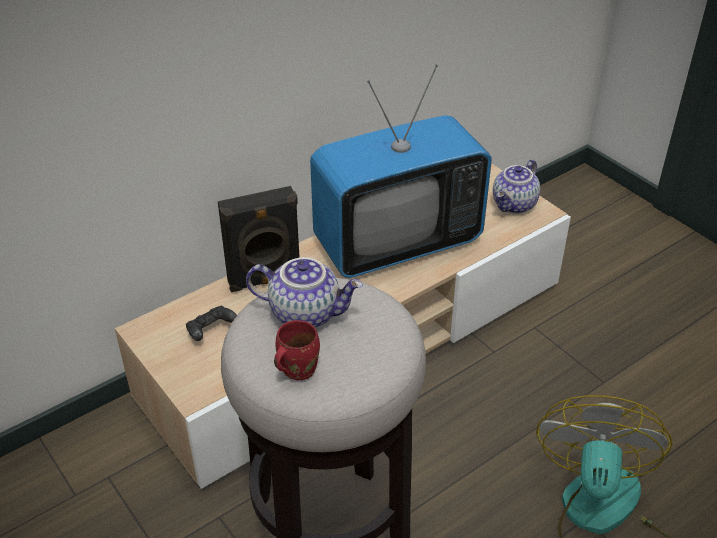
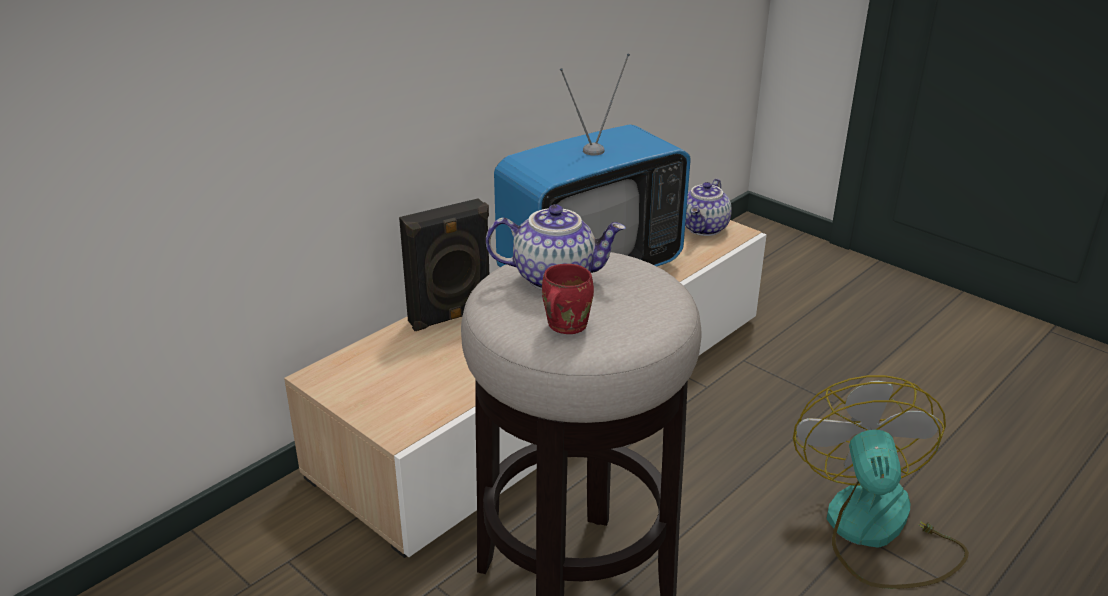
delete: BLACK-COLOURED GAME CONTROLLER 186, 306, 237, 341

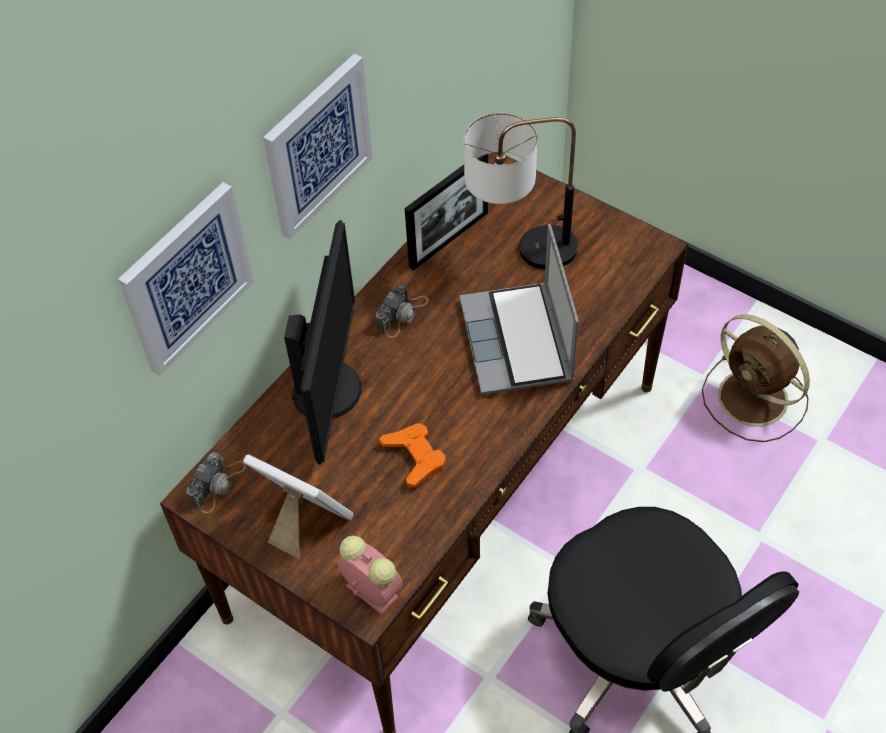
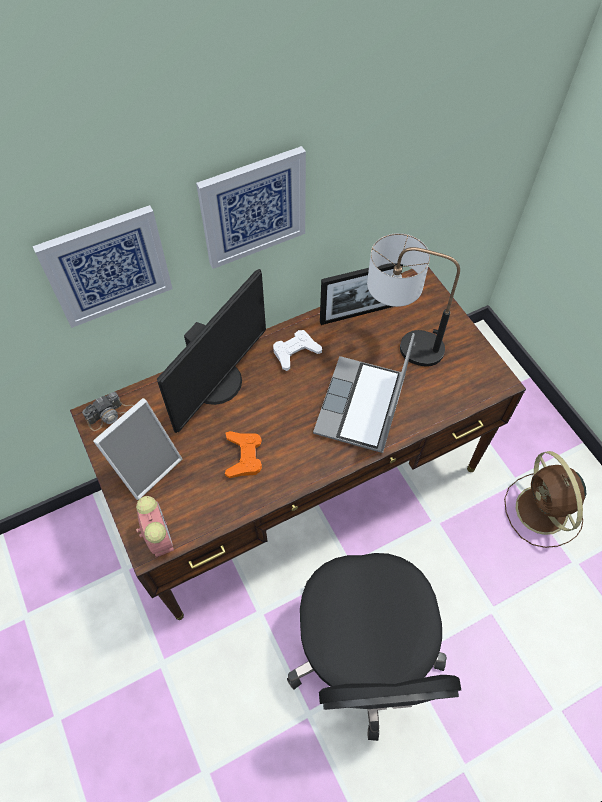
replace: STILL CAMERA 376, 284, 429, 338 to WHITE-COLOURED GAME CONTROLLER 273, 330, 322, 371
rotate: STANDING FRAME 243, 455, 353, 559 = 93, 398, 182, 500 75 degrees clockwise

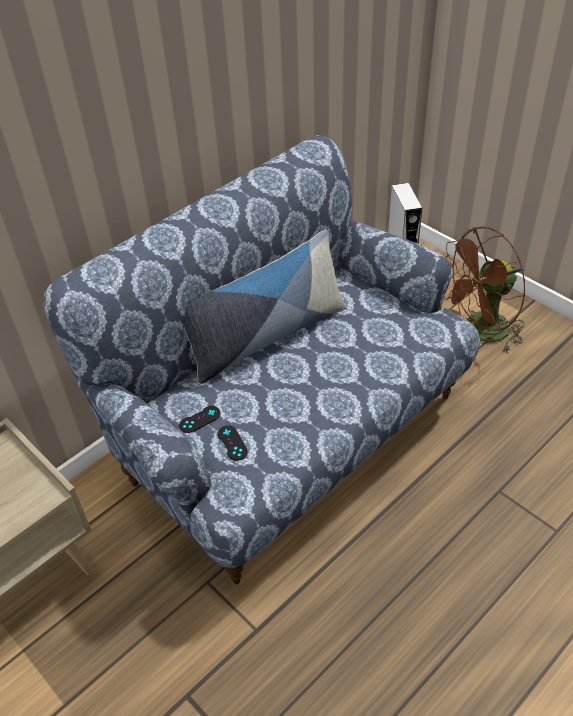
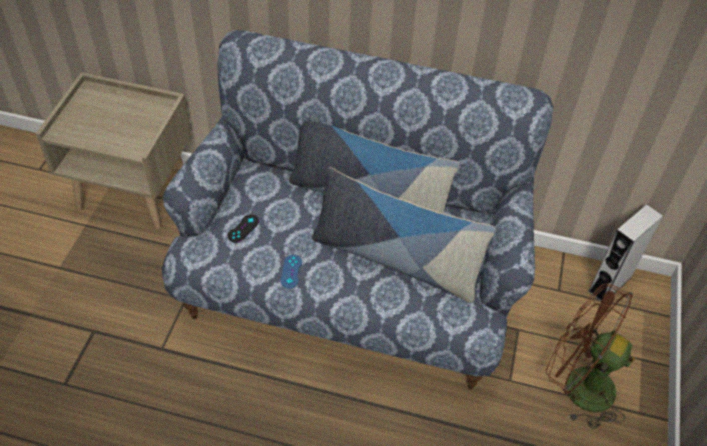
delete: BLACK-COLOURED GAME CONTROLLER 179, 406, 221, 433
insert: BLUE GAME CONTROLLER 281, 255, 302, 288; CUSHION 312, 167, 496, 303

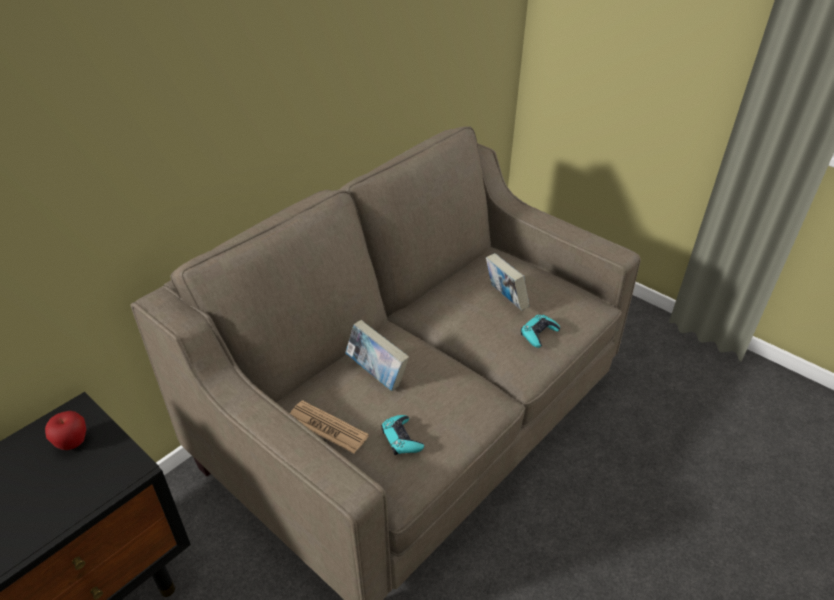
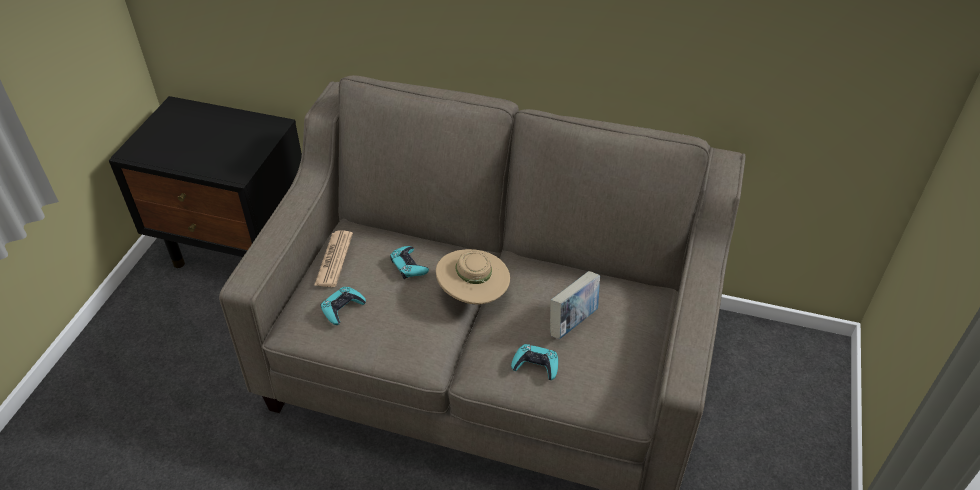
delete: APPLE 45, 411, 86, 450
insert: SAND-COLOURED CLOTHING HAT 436, 249, 510, 305
replace: VOLUME 346, 320, 409, 391 to TURQUOISE-COLOURED GAME CONTROLLER 390, 246, 429, 279

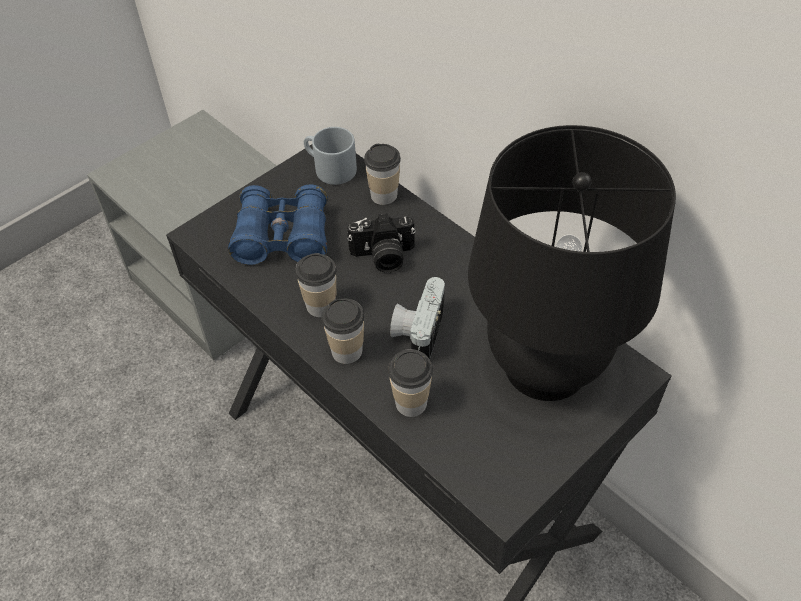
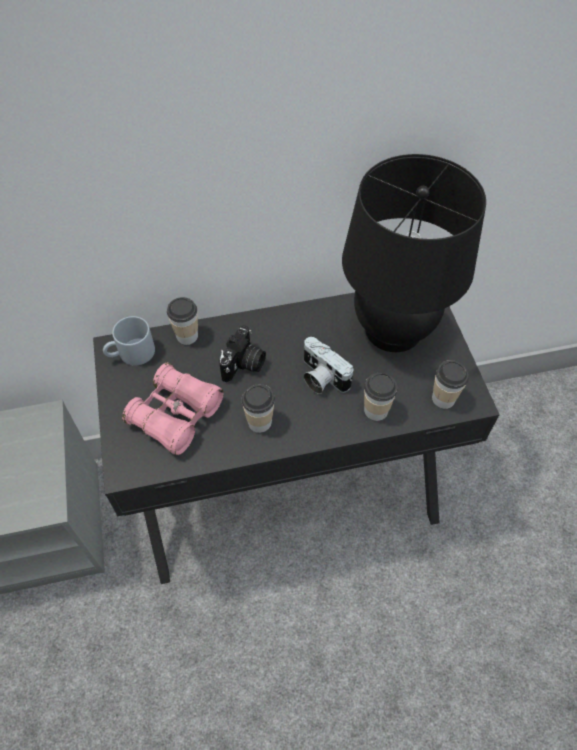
move: DRINKING CUP 322, 299, 365, 364 to 432, 360, 469, 409
recolor: BLUE BINOCULARS 228, 185, 328, 265 to PINK-COLOURED BINOCULARS 122, 363, 224, 455

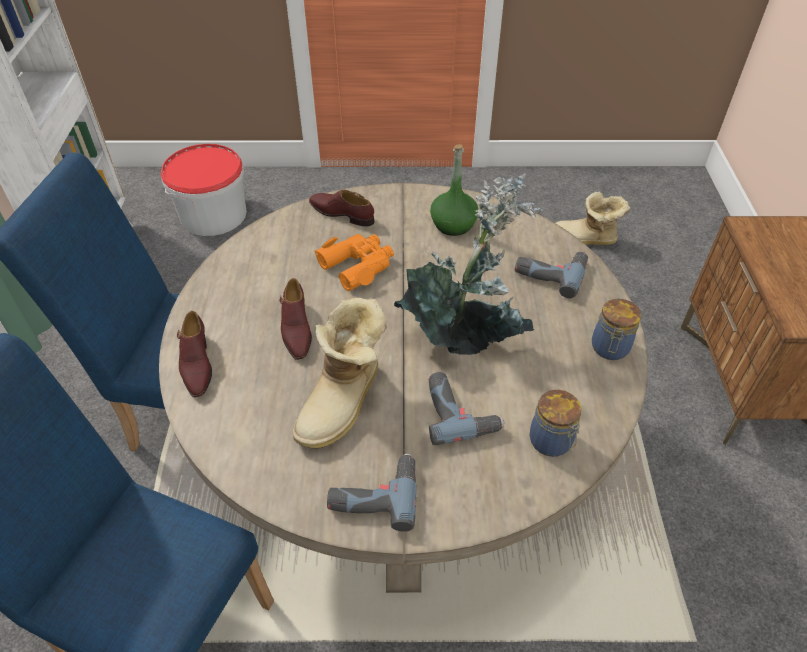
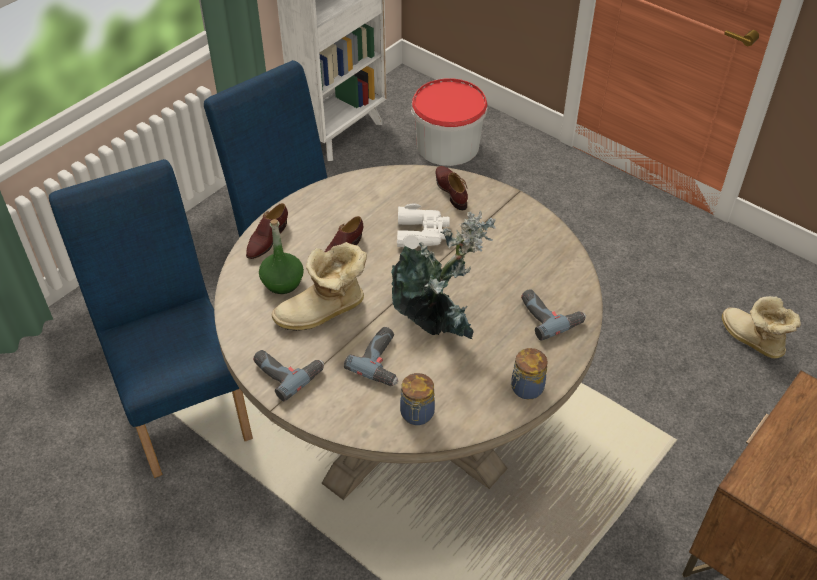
move: GREEN BOTTLE 430, 144, 478, 236 to 259, 219, 304, 294
recolor: ORANGE-COLOURED BINOCULARS 315, 234, 394, 291 to WHITE-COLOURED BINOCULARS 397, 203, 450, 249

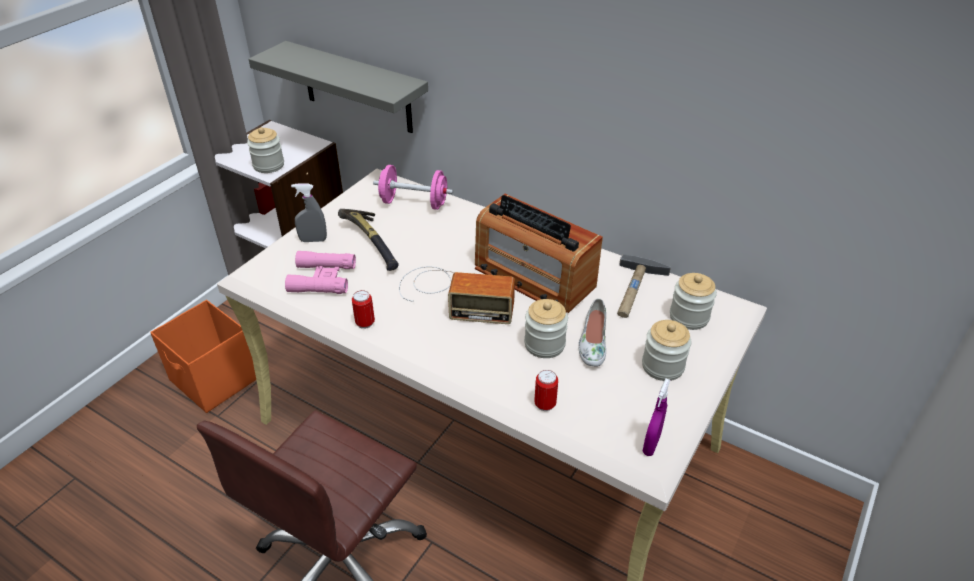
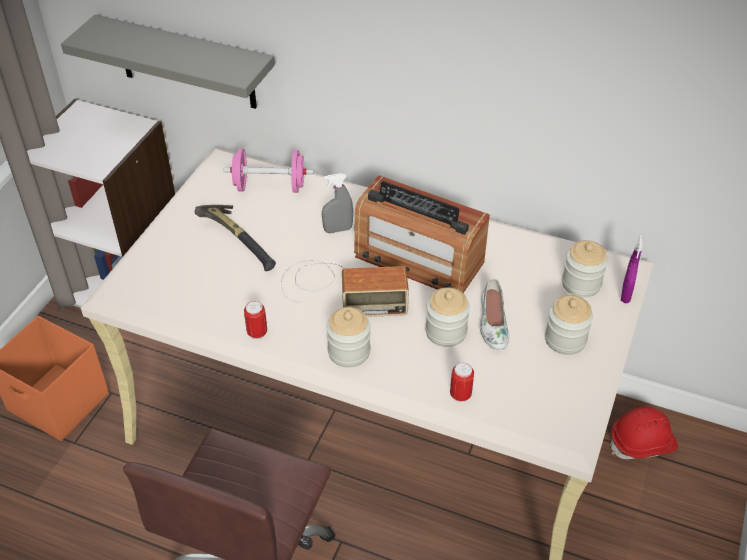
delete: PINK-COLOURED BINOCULARS 285, 251, 356, 294; TOOL HAMMER 617, 254, 671, 318
insert: RED WORK HELMET 610, 407, 678, 459
move: STORAGE JAR 247, 127, 284, 173 to 326, 307, 370, 368; GREY SPRAYER 291, 183, 327, 242 to 322, 173, 353, 233; PURPLE SPRAYER 643, 378, 670, 456 to 621, 234, 644, 303

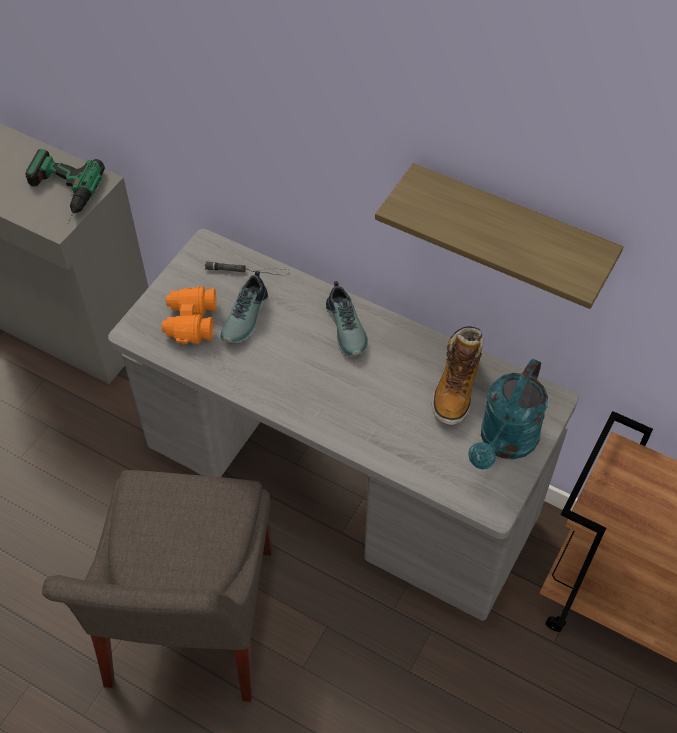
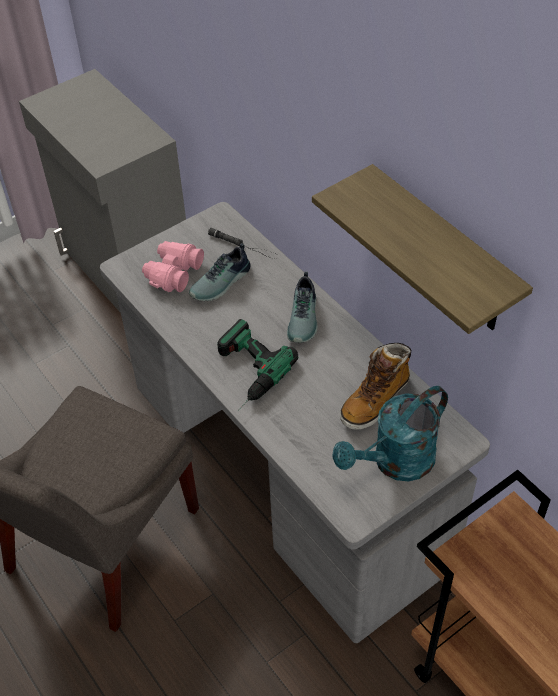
move: DRILL 26, 149, 105, 224 to 217, 319, 298, 411
recolor: ORANGE-COLOURED BINOCULARS 162, 286, 216, 344 to PINK-COLOURED BINOCULARS 142, 241, 204, 292

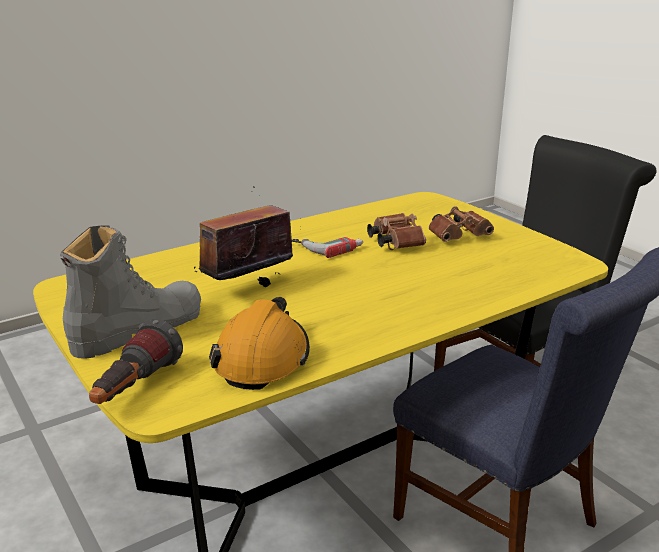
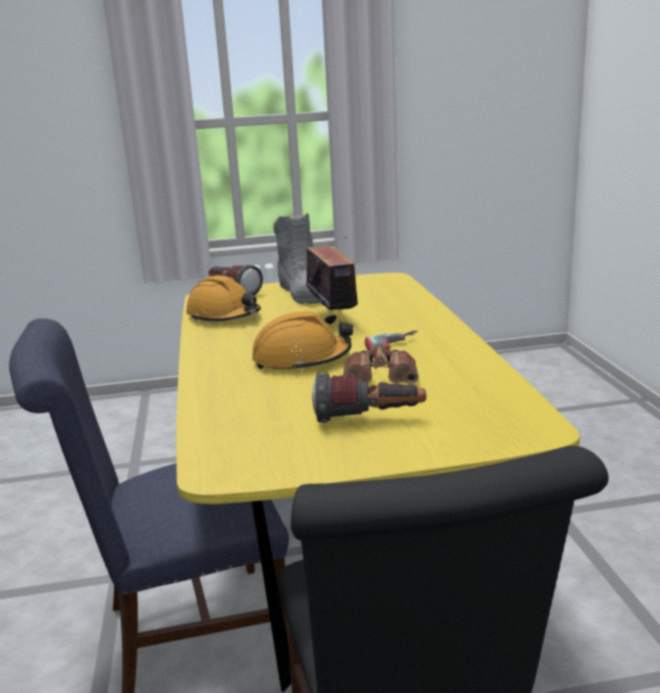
insert: ORANGE-COLOURED WORK HELMET 252, 311, 353, 372
replace: BROWNISH BINOCULARS 429, 206, 494, 242 to FLASHLIGHT 312, 373, 426, 423

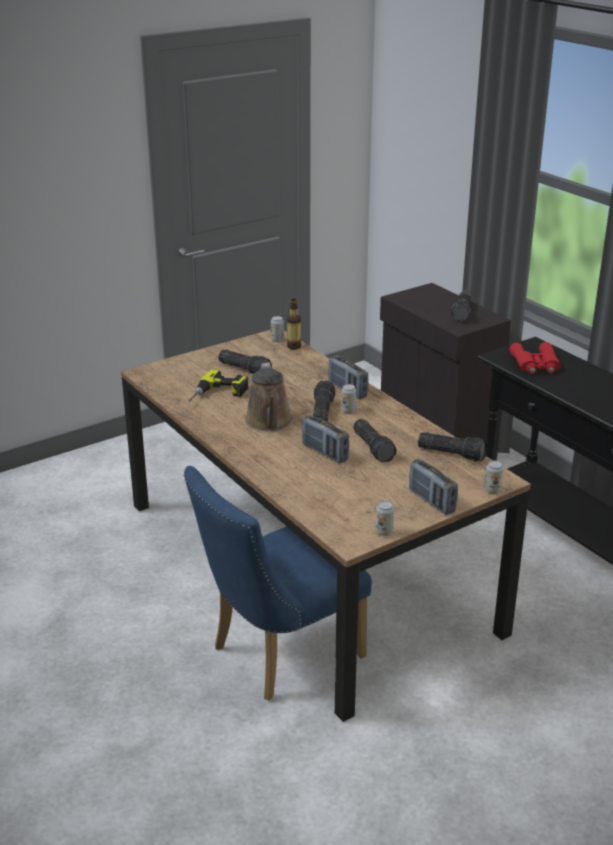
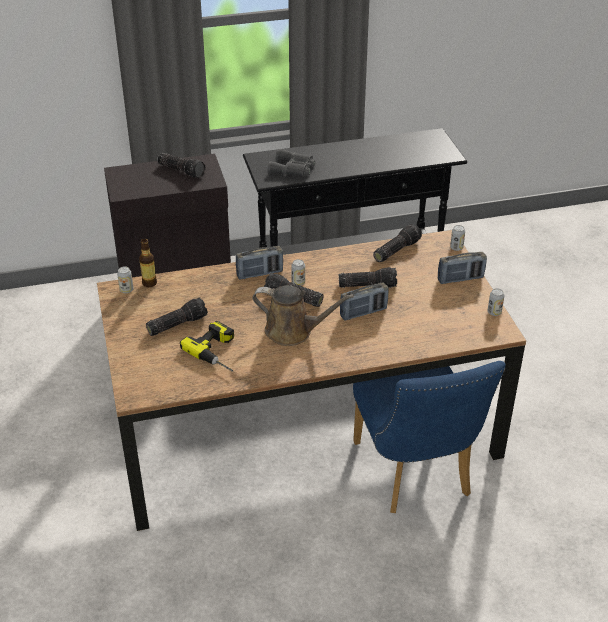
recolor: RED BINOCULARS 509, 342, 561, 374 to GREY BINOCULARS 268, 149, 315, 177

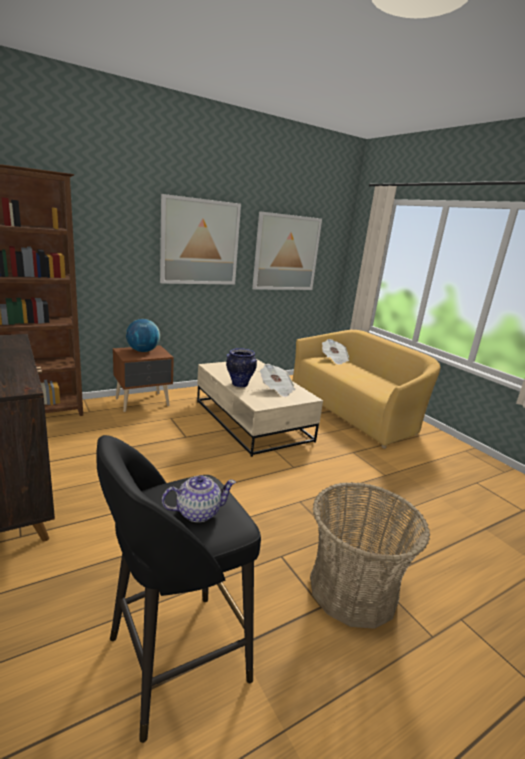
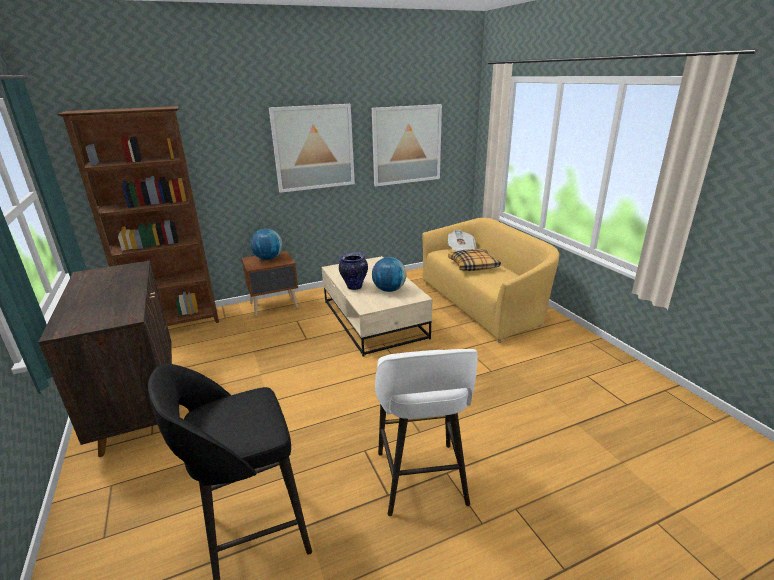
delete: POT FOR TEA 162, 475, 236, 522
insert: CUSHION 448, 249, 501, 271
replace: NEWSPAPER 260, 364, 295, 397 to WORLD GLOBE 372, 257, 406, 292; HOUSEHOLD BASKET 310, 482, 430, 629 to WHITE-COLOURED SITTING STOOL 375, 349, 477, 516

